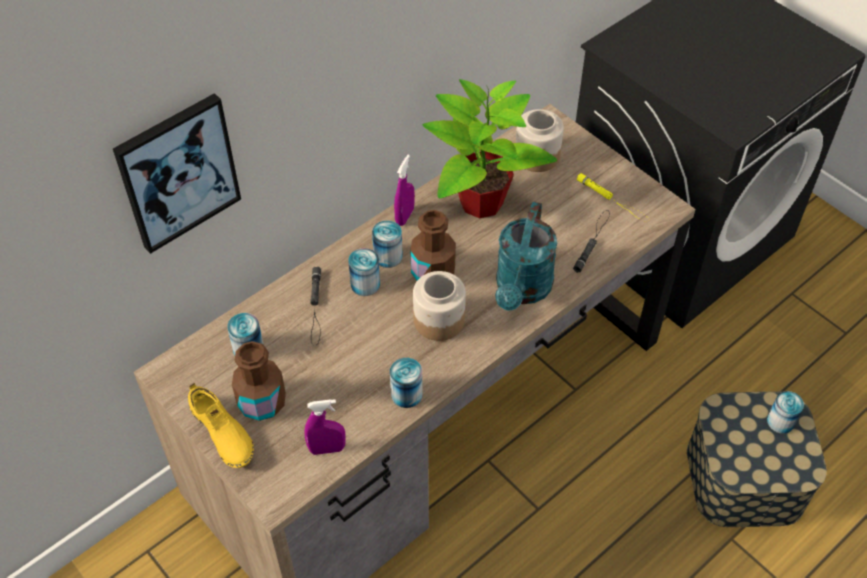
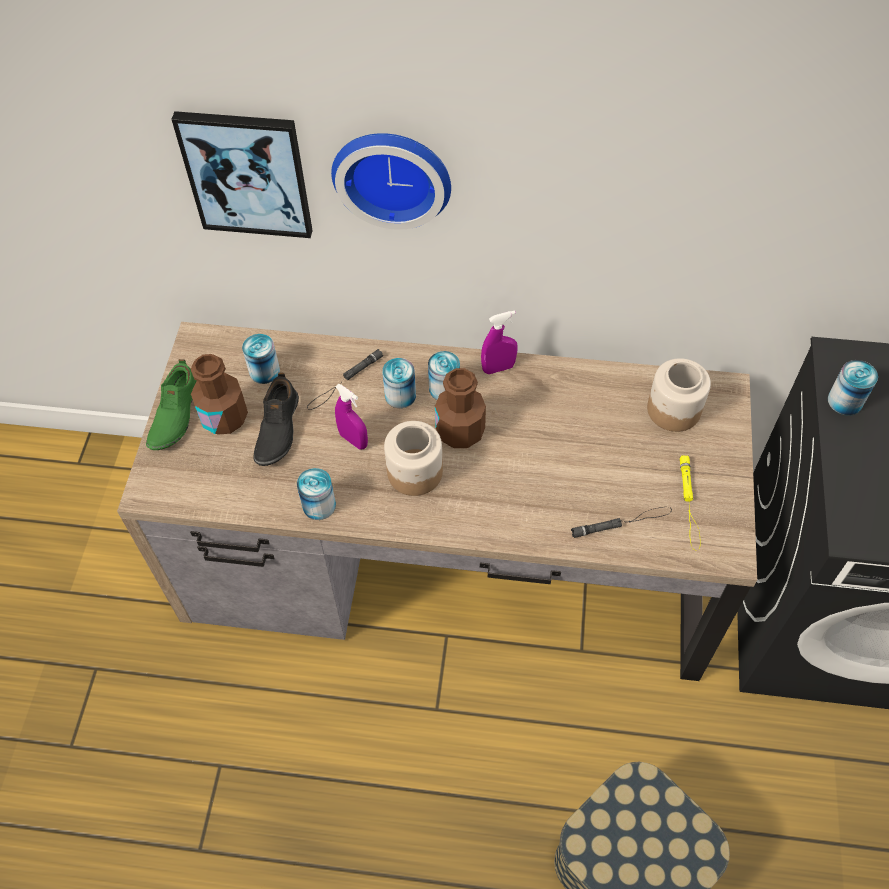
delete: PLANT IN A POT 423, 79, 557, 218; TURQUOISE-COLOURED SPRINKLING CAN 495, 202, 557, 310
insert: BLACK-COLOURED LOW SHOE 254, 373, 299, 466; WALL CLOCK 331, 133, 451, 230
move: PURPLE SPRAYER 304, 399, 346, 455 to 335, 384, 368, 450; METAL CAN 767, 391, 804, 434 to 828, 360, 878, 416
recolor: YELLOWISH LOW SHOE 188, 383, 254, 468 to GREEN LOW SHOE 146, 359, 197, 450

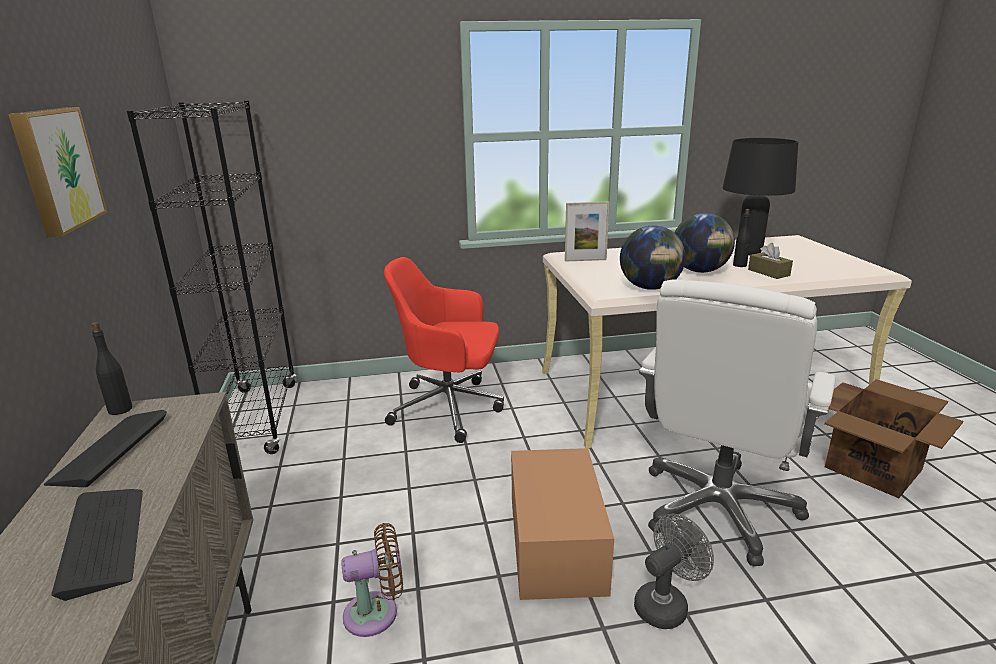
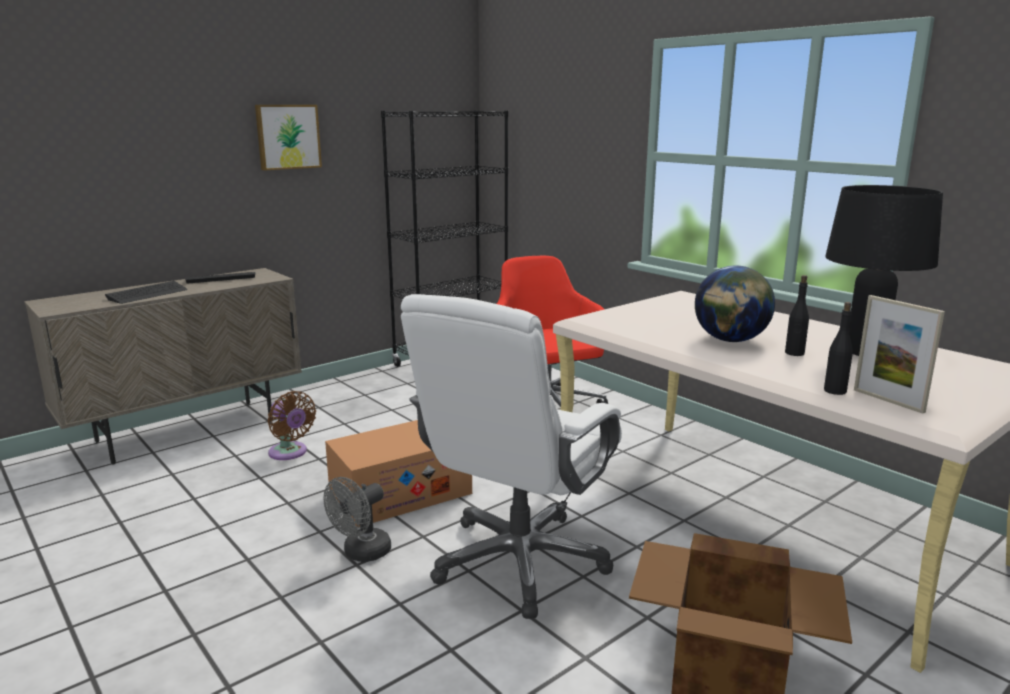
delete: WORLD GLOBE 620, 226, 686, 290; BROWNISH TISSUE BOX 748, 243, 793, 279
move: BLACK-COLOURED BOTTLE 91, 322, 132, 415 to 824, 302, 853, 395; STANDING FRAME 565, 202, 609, 261 to 854, 295, 945, 414
rotate: GREY ELECTRIC FAN 634, 513, 714, 629 = 324, 477, 391, 562 105 degrees clockwise; WHITE-COLOURED OFFICE CHAIR 639, 279, 836, 566 = 401, 294, 622, 619 60 degrees counterclockwise

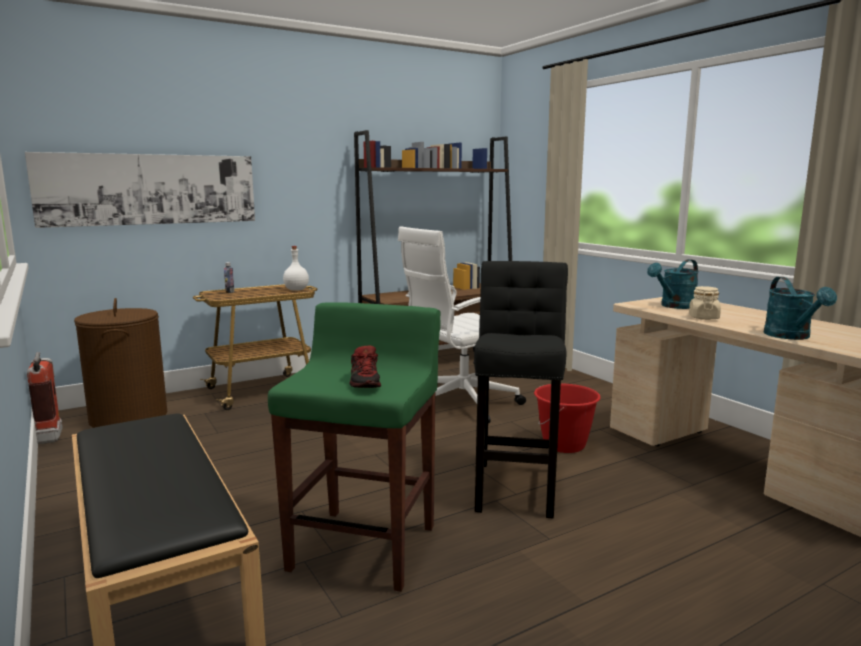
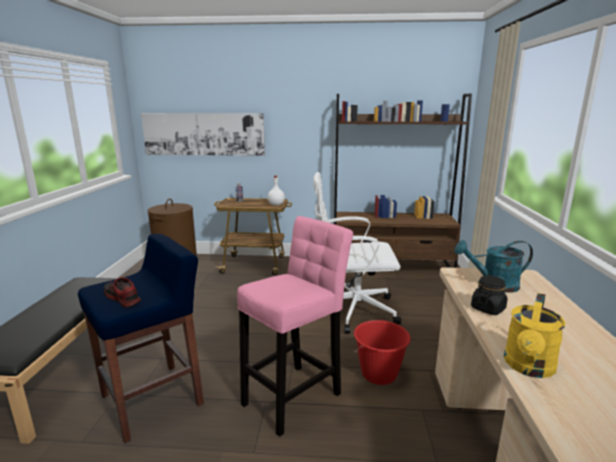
delete: EXTINGUISHER 27, 352, 63, 444
recolor: GREEN SITTING STOOL 268, 302, 441, 592 to BLUE SITTING STOOL 78, 234, 204, 443; BLACK-COLOURED SITTING STOOL 474, 261, 568, 518 to PINK-COLOURED SITTING STOOL 237, 216, 353, 437; SAND-COLOURED STORAGE JAR 689, 286, 721, 320 to BLACK-COLOURED STORAGE JAR 471, 276, 508, 315; TURQUOISE-COLOURED SPRINKLING CAN 764, 277, 837, 340 to YELLOWISH SPRINKLING CAN 504, 293, 565, 378
rotate: LOW SHOE 350, 346, 381, 388 = 104, 277, 141, 308 105 degrees clockwise

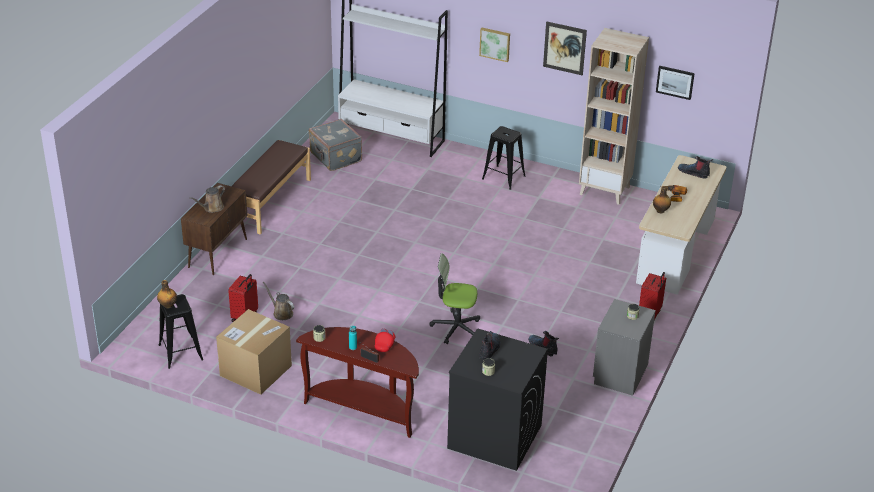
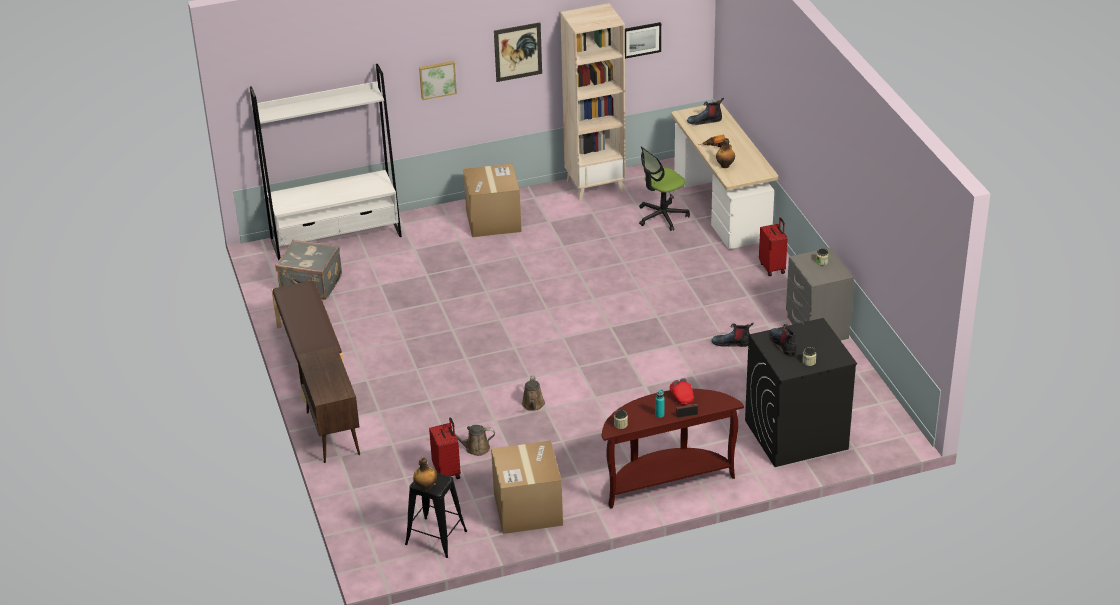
move: BROWNISH SPRINKLING CAN 190, 185, 225, 213 to 522, 376, 545, 411; OFFICE CHAIR 429, 253, 480, 344 to 639, 146, 690, 231
replace: BLACK-COLOURED SITTING STOOL 482, 126, 526, 190 to CARTON 463, 163, 522, 237

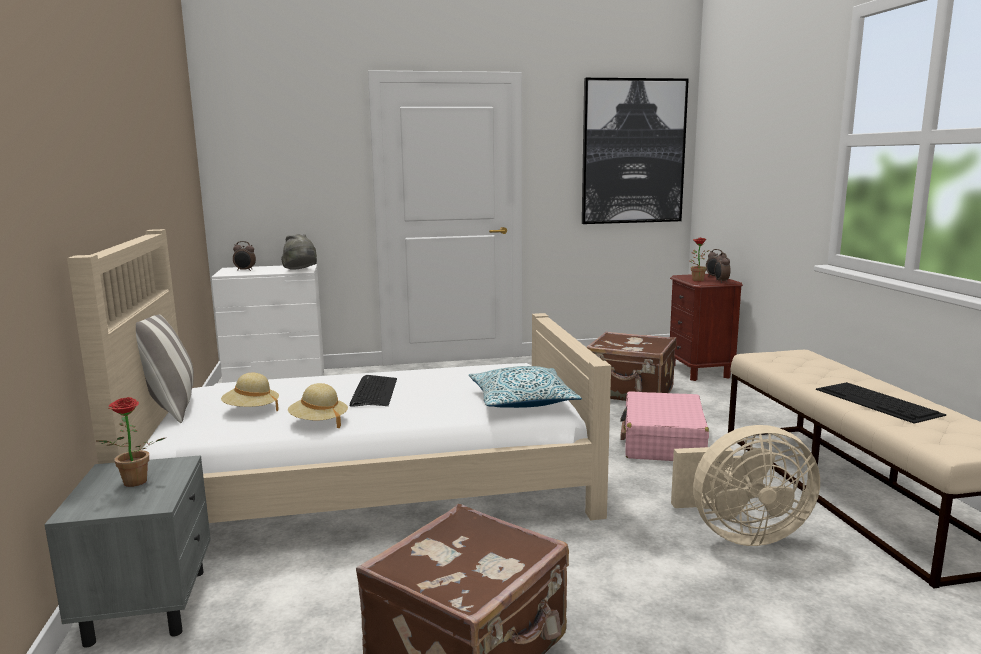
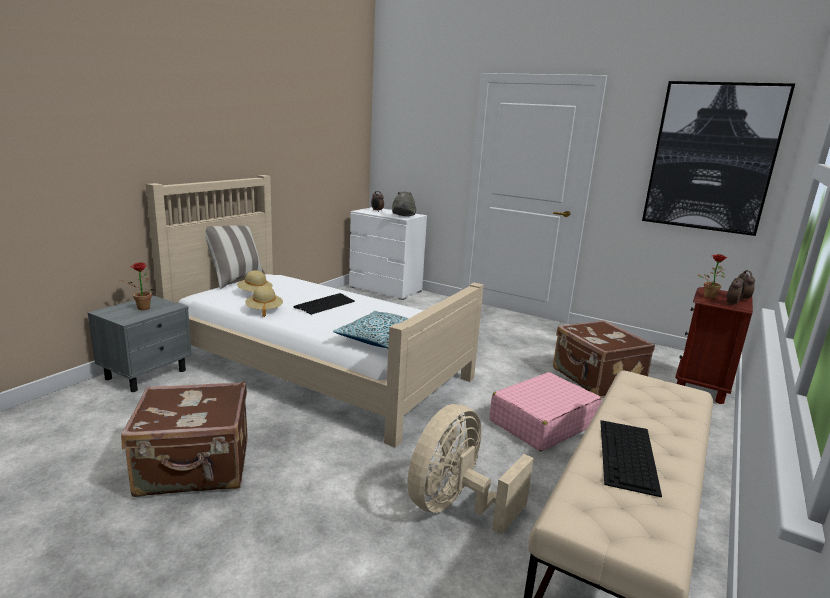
rotate: SAND-COLOURED ELECTRIC FAN 671, 425, 820, 546 = 408, 404, 534, 534 90 degrees clockwise

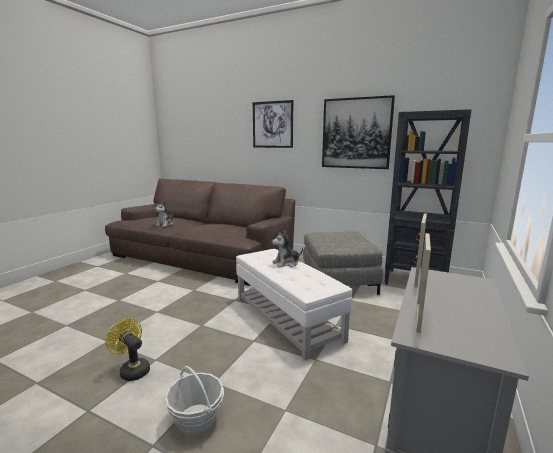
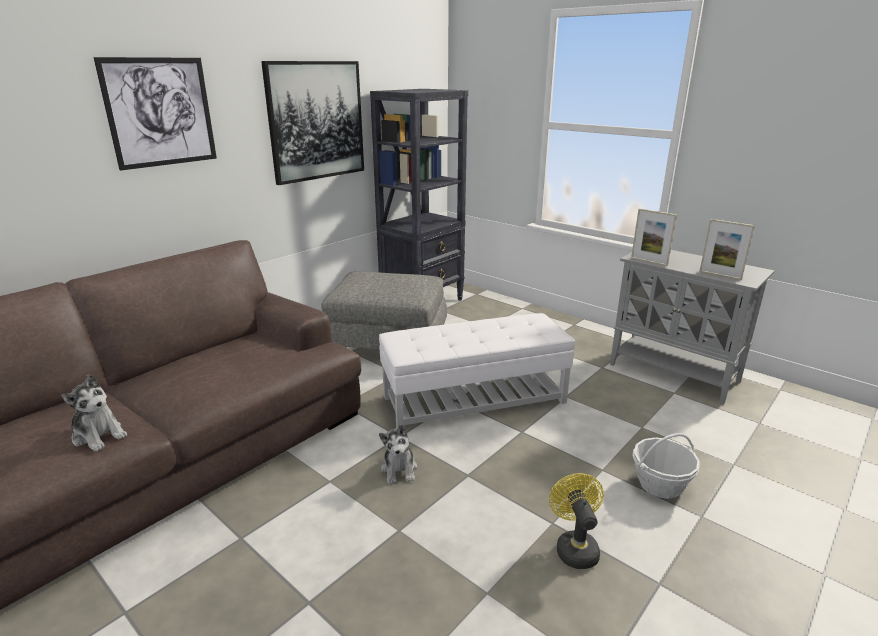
move: SOFT TOY 272, 230, 303, 267 to 379, 424, 417, 484
rotate: YELLOWISH ELECTRIC FAN 105, 318, 150, 381 = 549, 473, 604, 569 120 degrees clockwise

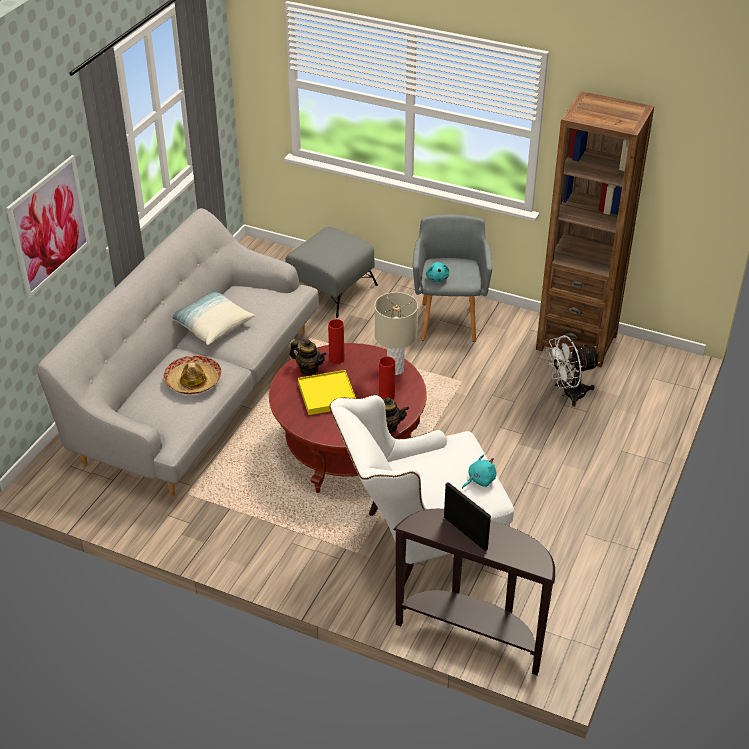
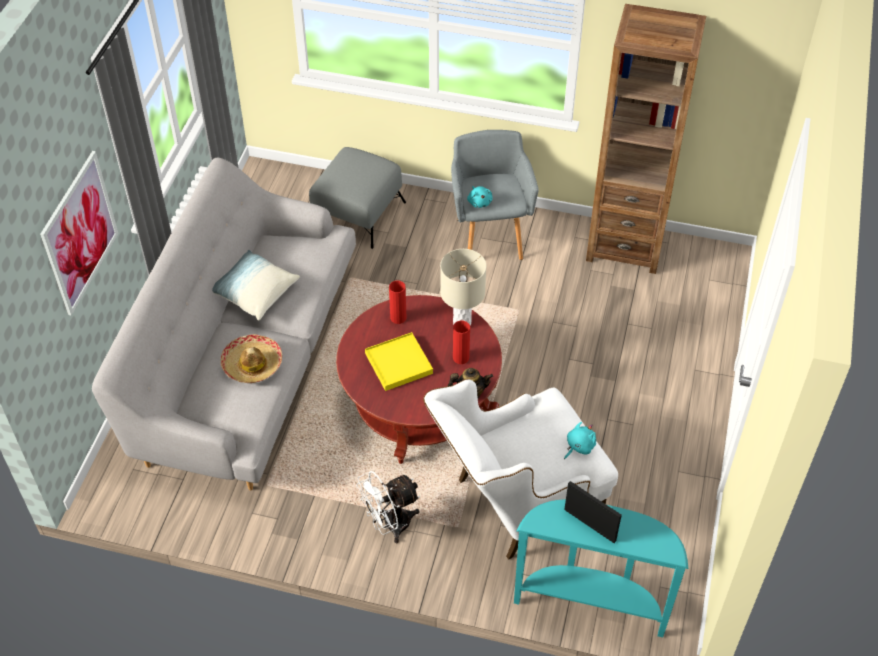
delete: POT FOR TEA 290, 340, 327, 375
move: WHITE-COLOURED ELECTRIC FAN 546, 335, 600, 407 to 356, 471, 420, 543
recolor: BROWNISH NARROW TABLE 393, 509, 555, 675 to TURQUOISE-COLOURED NARROW TABLE 514, 499, 688, 637

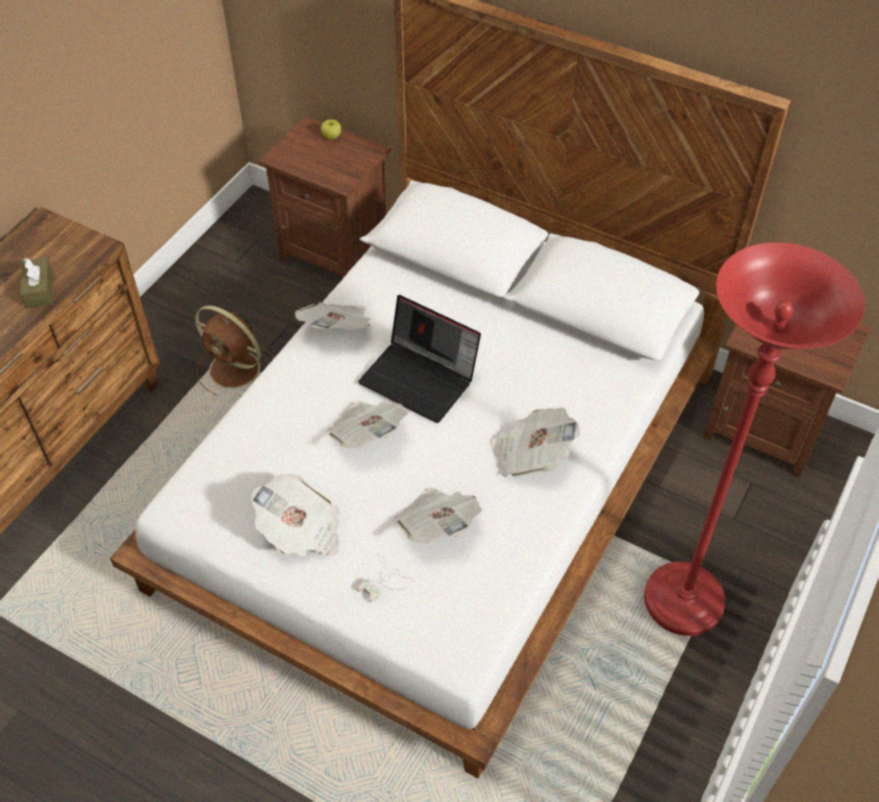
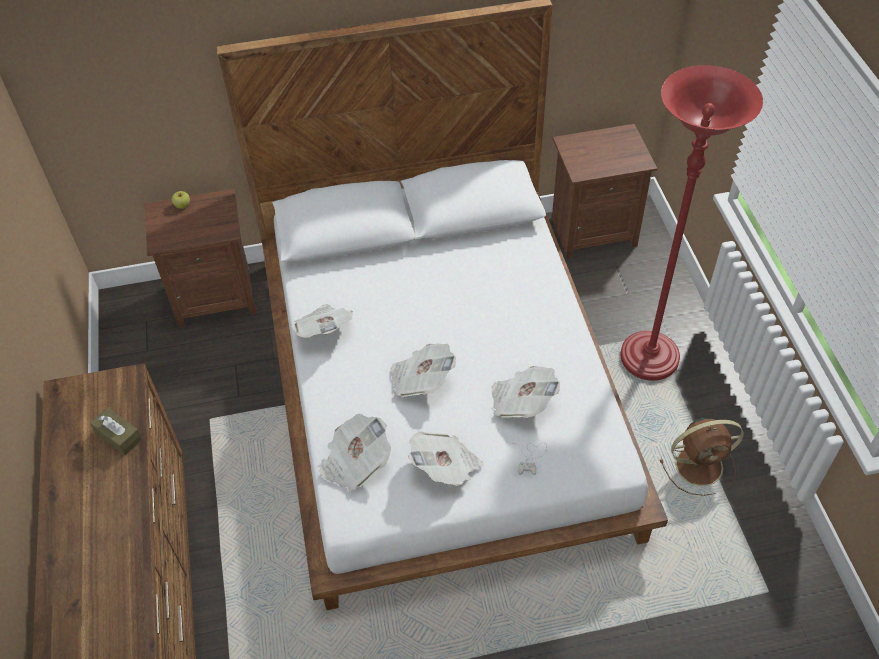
delete: PORTABLE COMPUTER 358, 295, 481, 423
move: BROWNISH ELECTRIC FAN 195, 305, 274, 395 to 660, 418, 744, 496; NEWSPAPER 490, 407, 580, 477 to 319, 414, 391, 492

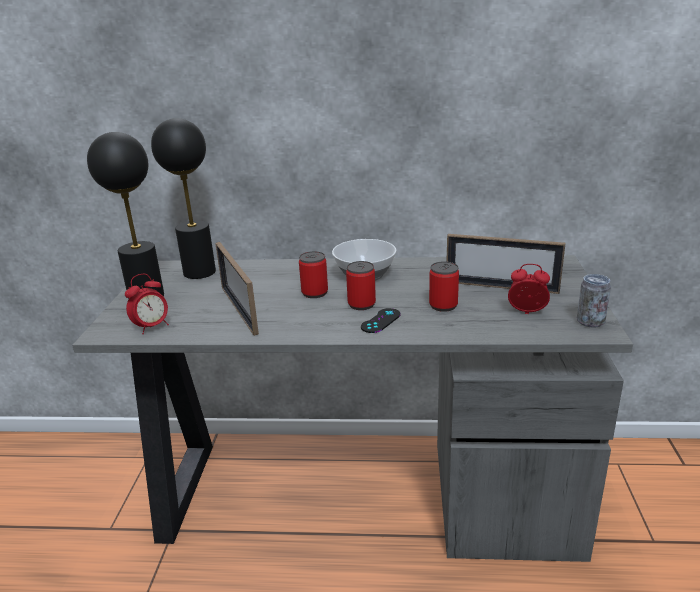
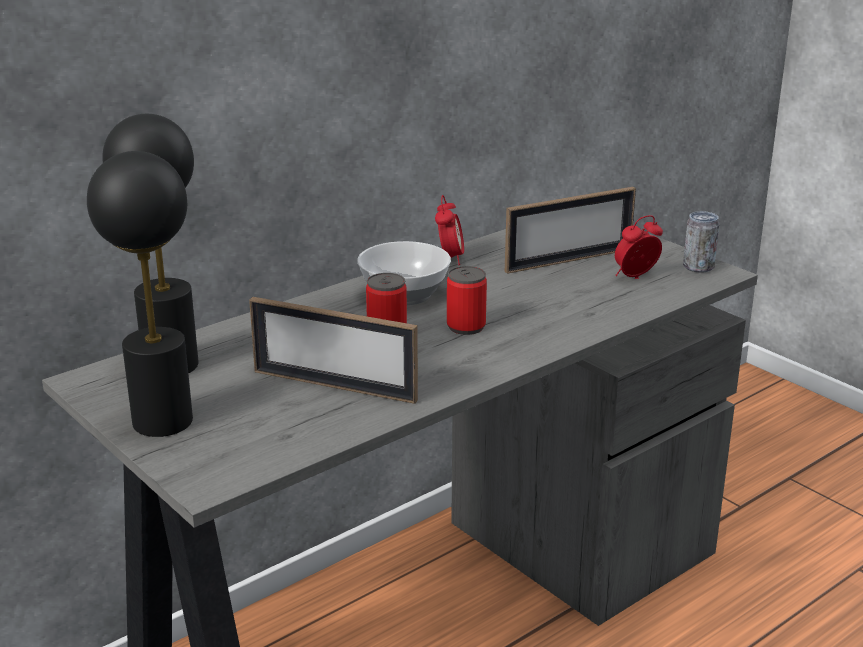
delete: BLACK-COLOURED GAME CONTROLLER 361, 308, 401, 333; METAL CAN 429, 261, 459, 312
move: TABLE CLOCK 125, 274, 169, 334 to 435, 195, 464, 265

